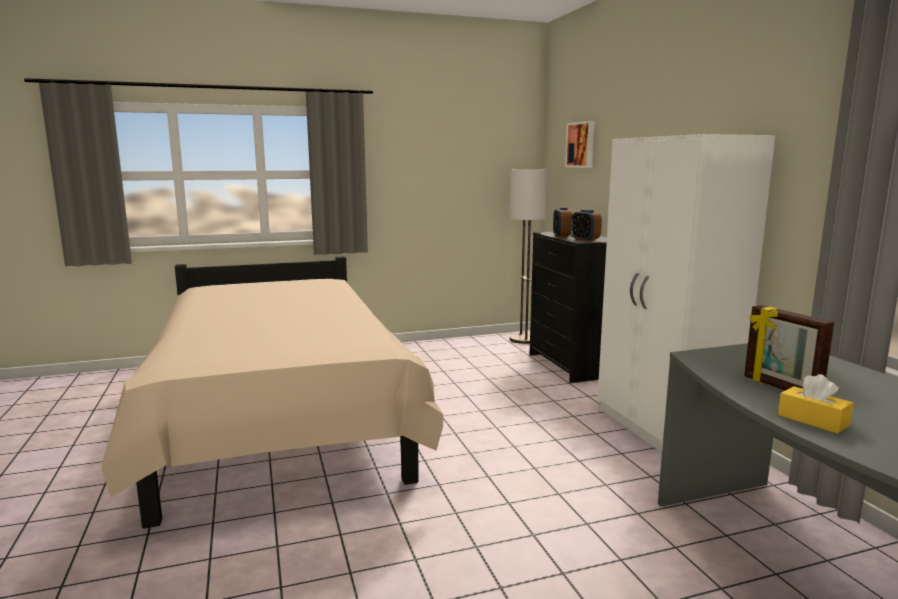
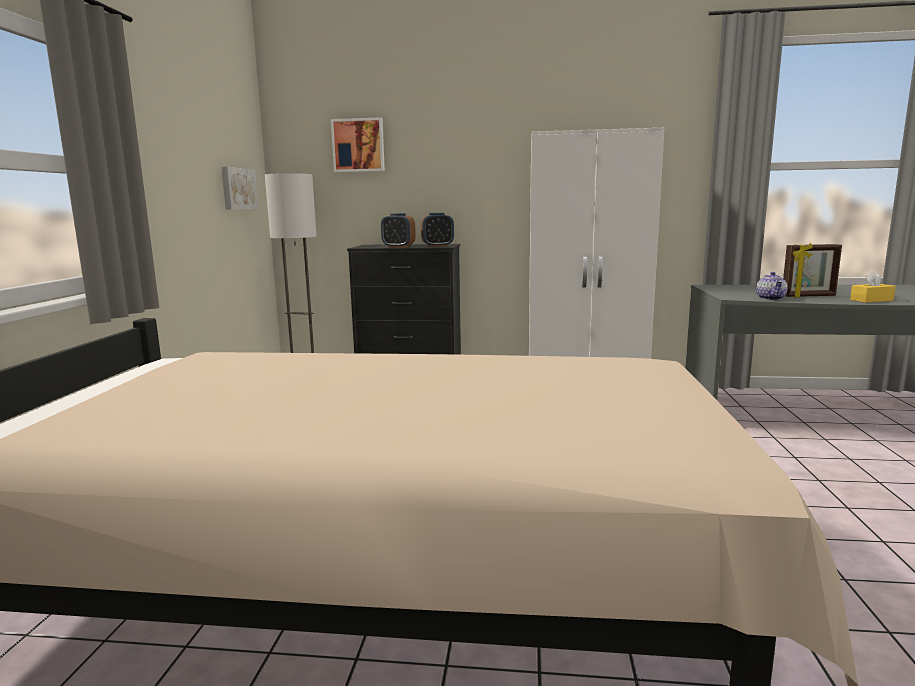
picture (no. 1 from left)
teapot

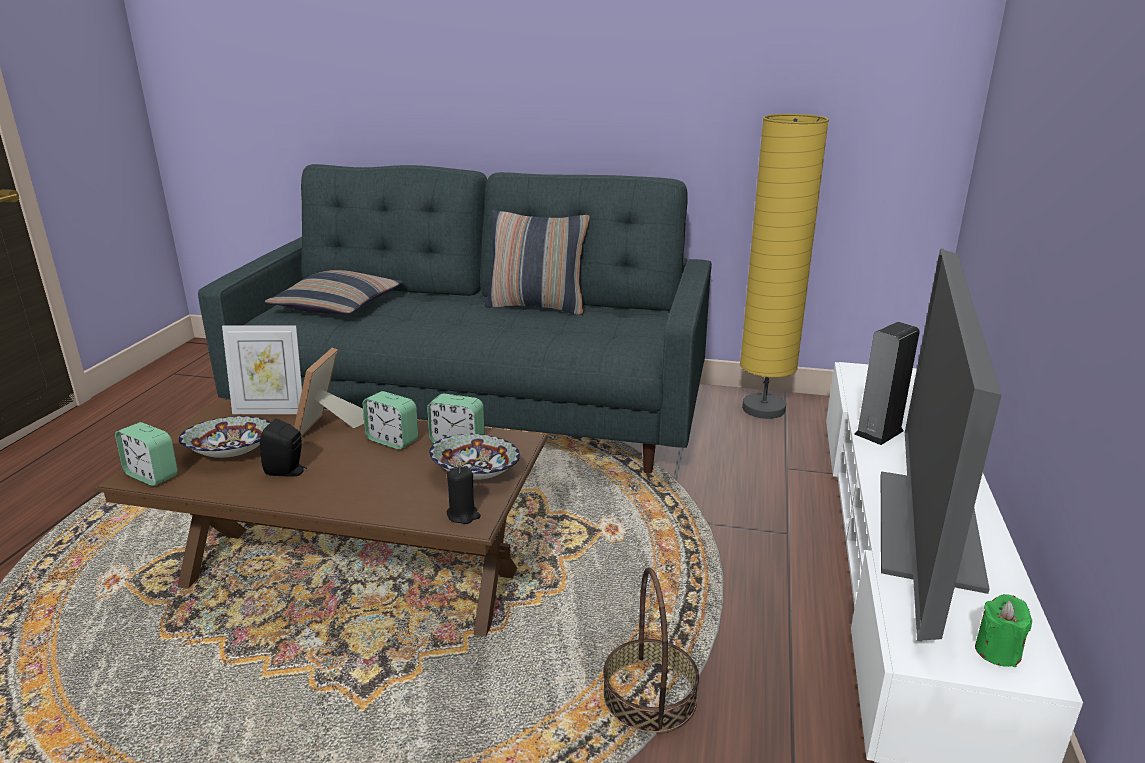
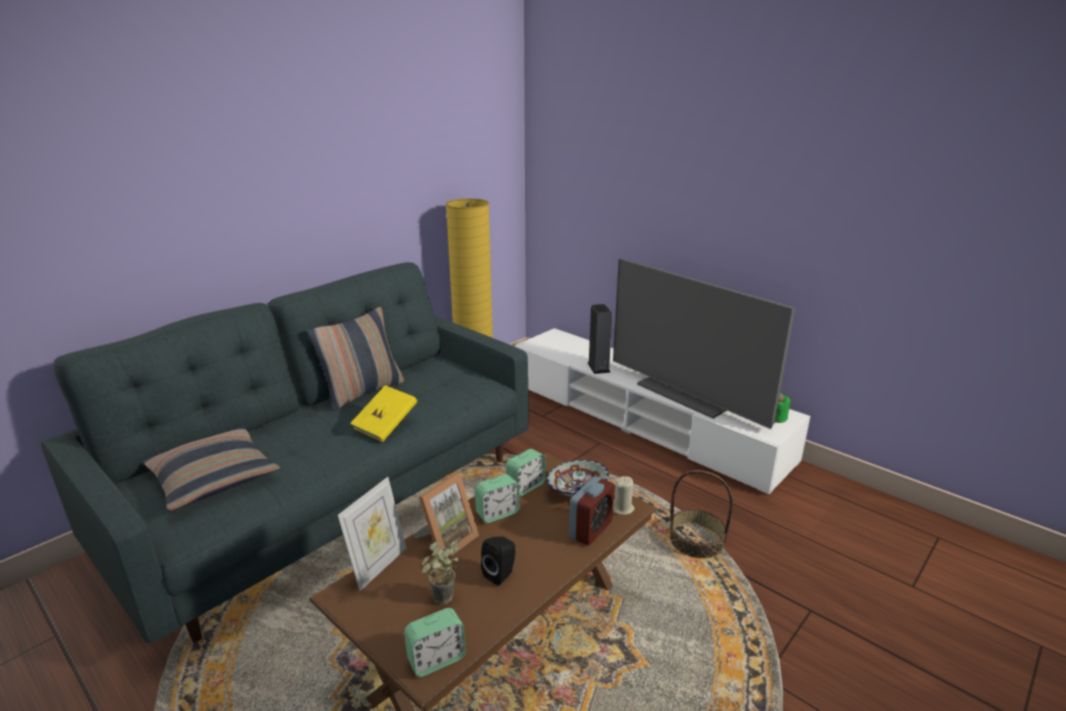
yellow book
alarm clock (no. 4 from left)
potted plant
beige candle
picture frame (no. 2 from left)

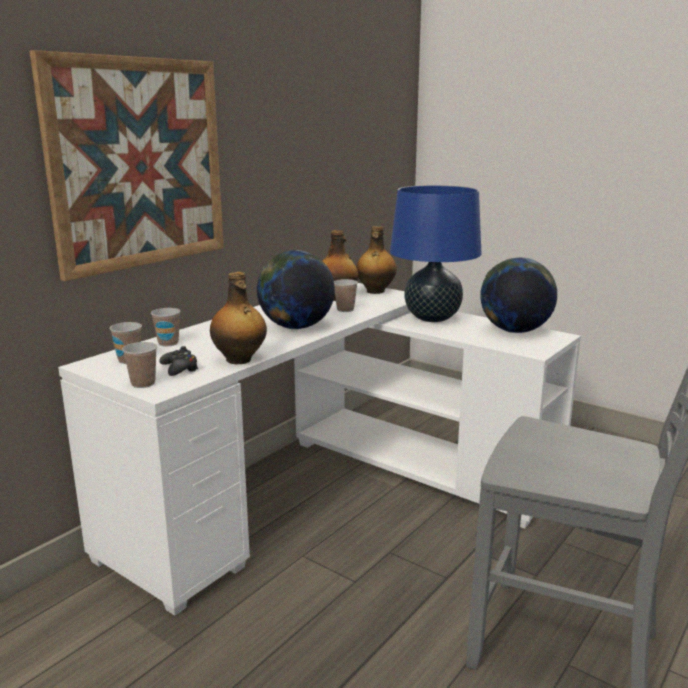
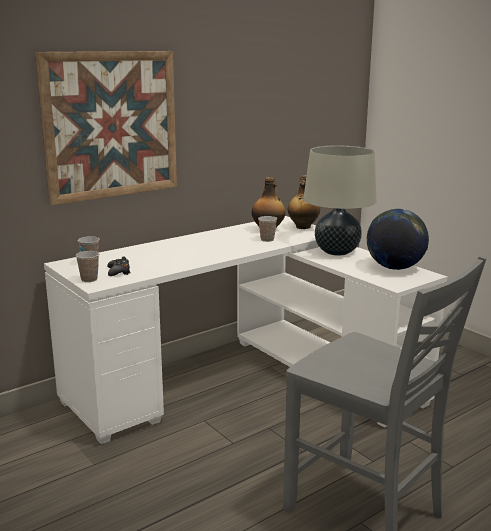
cup (no. 3 from left in the first image)
bottle (no. 1 from left in the first image)
globe (no. 1 from left in the first image)
beige table lamp

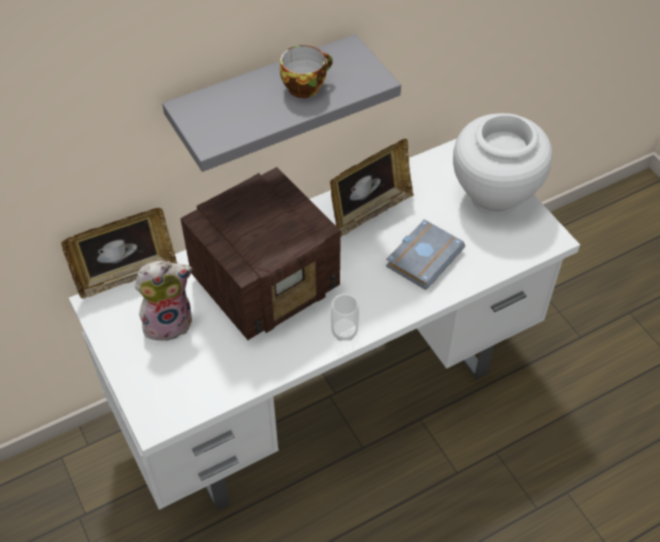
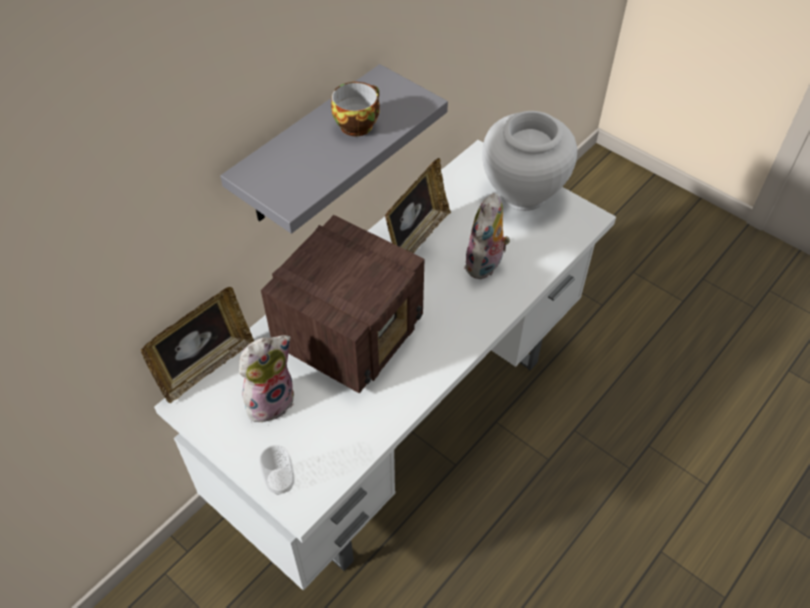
cup (no. 1 from left)
plush toy (no. 2 from left)

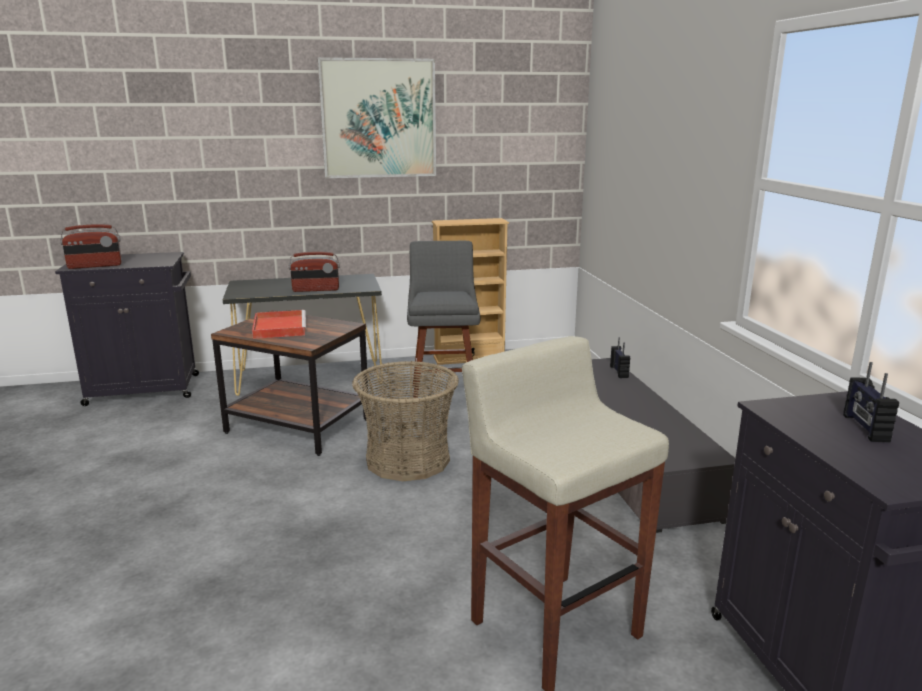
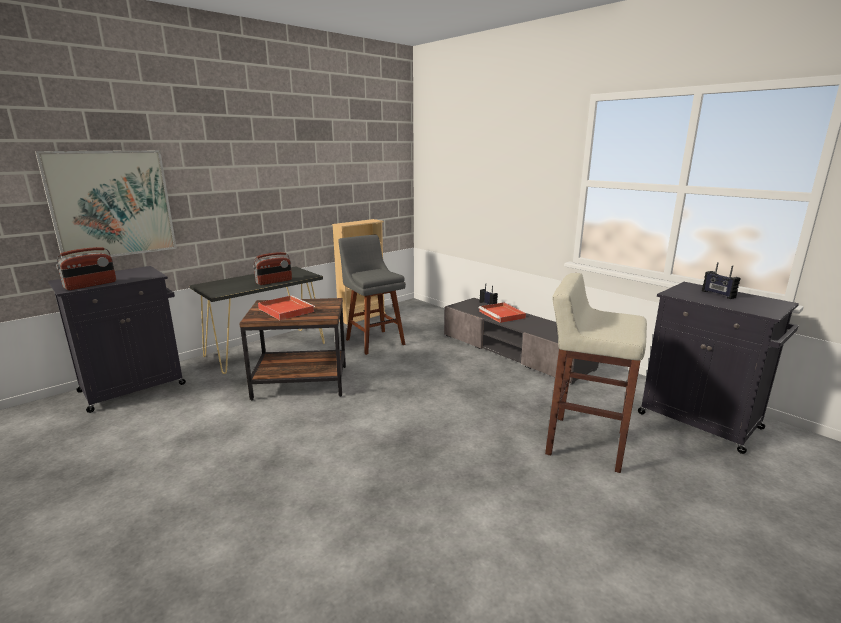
basket
red tray (no. 2 from left)
picture

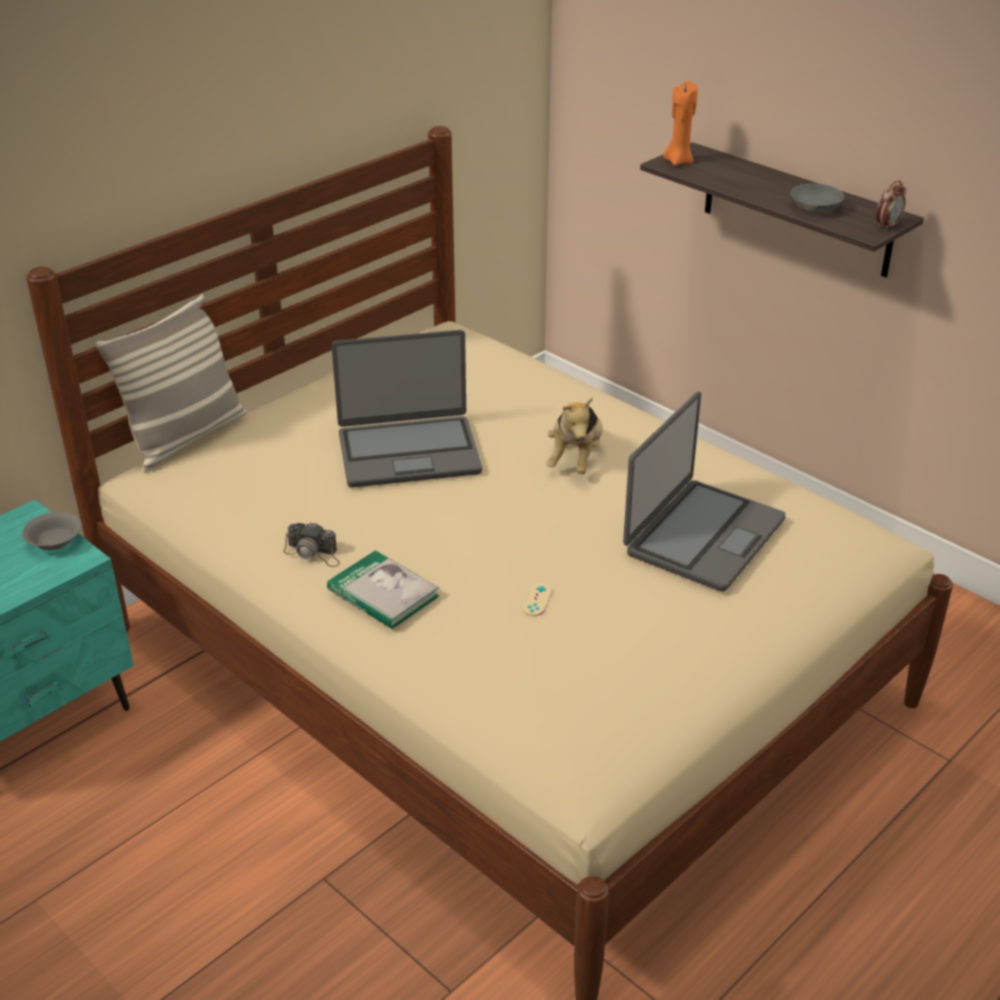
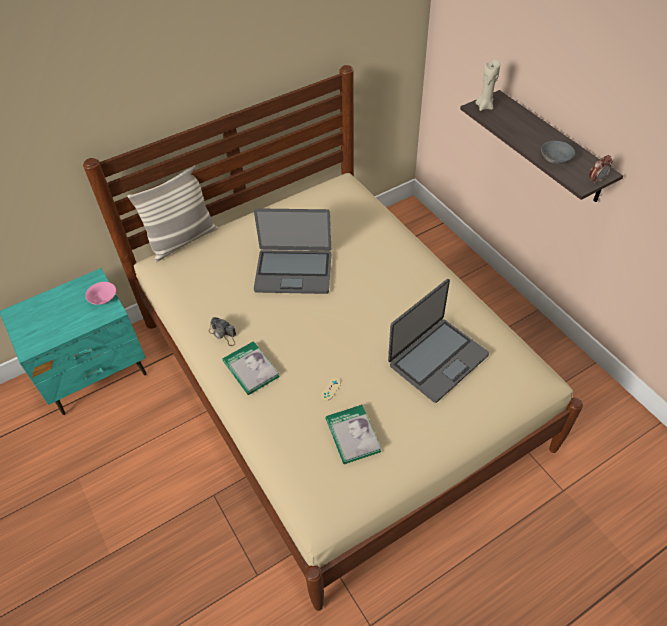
plush toy
book (no. 2 from left)
pink bowl
beige candle

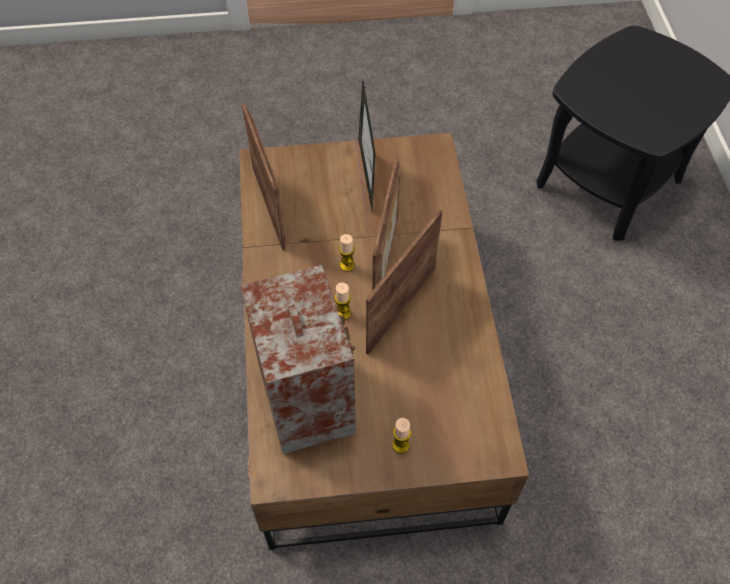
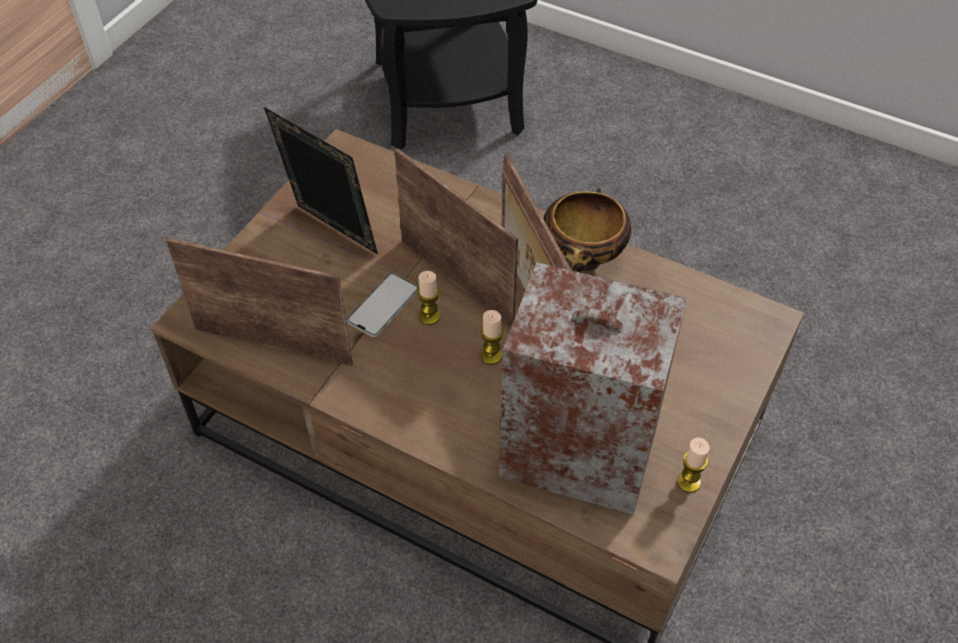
phone
bowl
candle (no. 3 from left)

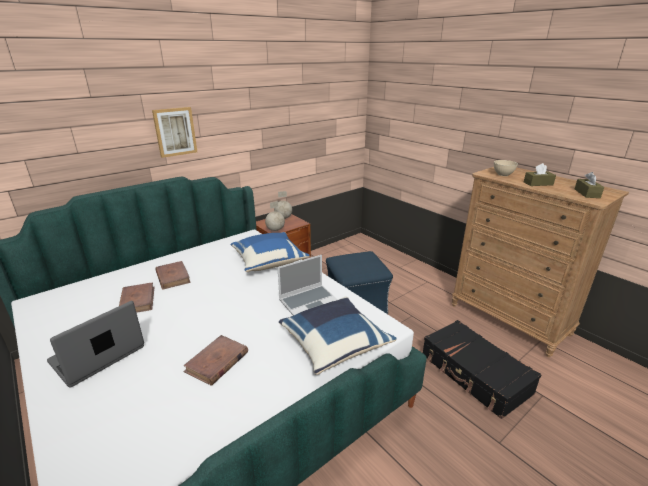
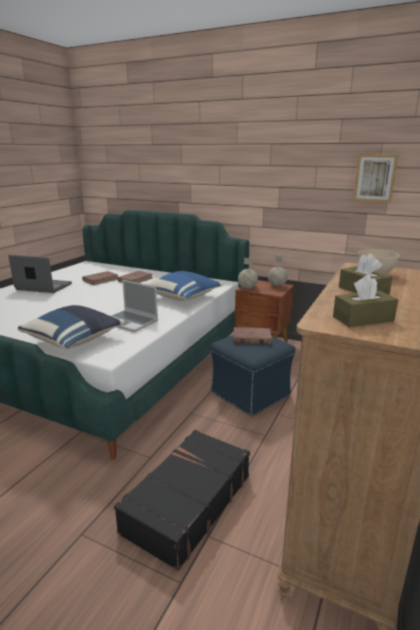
picture
brown book (no. 3 from left)

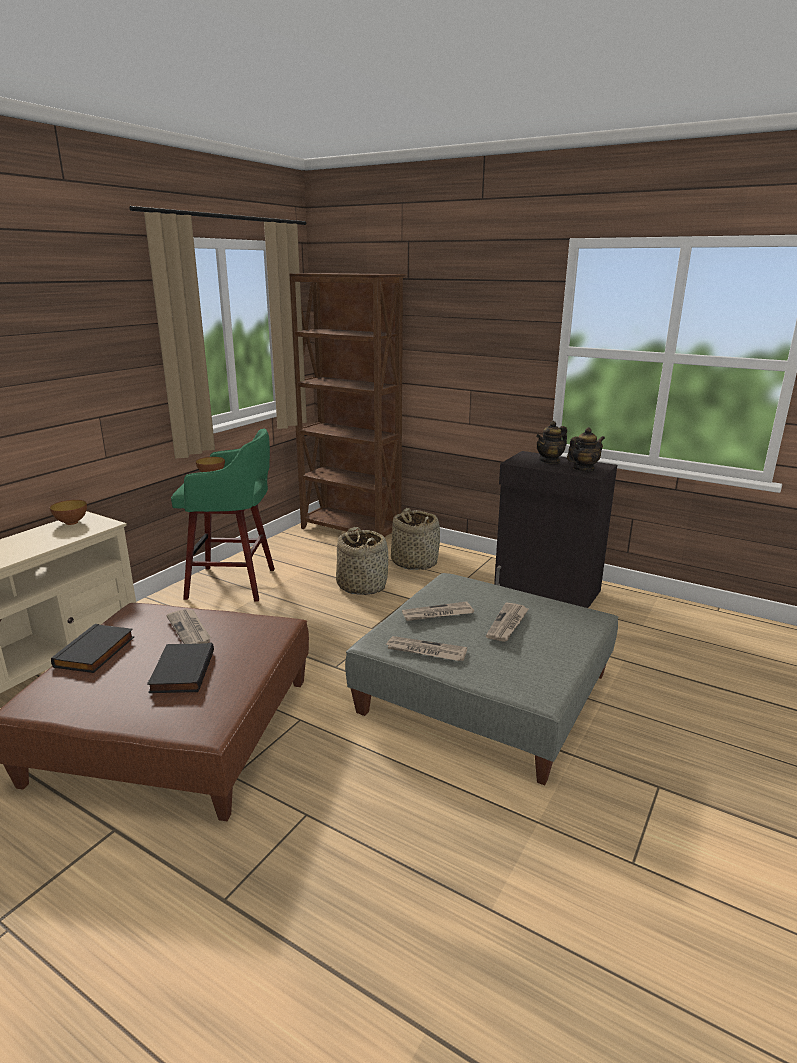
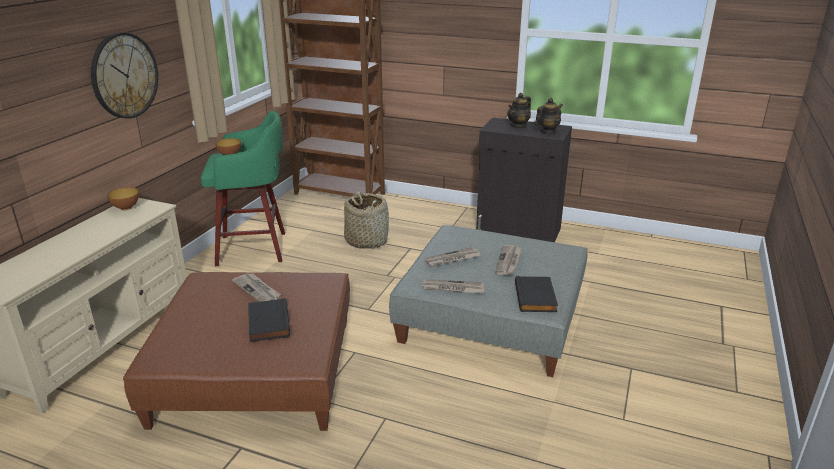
basket (no. 2 from left in the first image)
wall clock
black book (no. 2 from left)

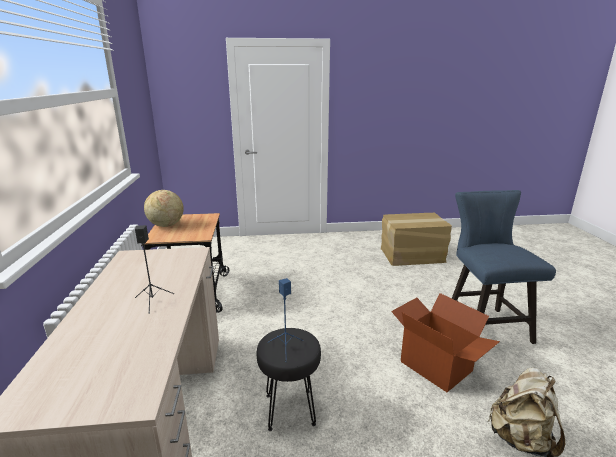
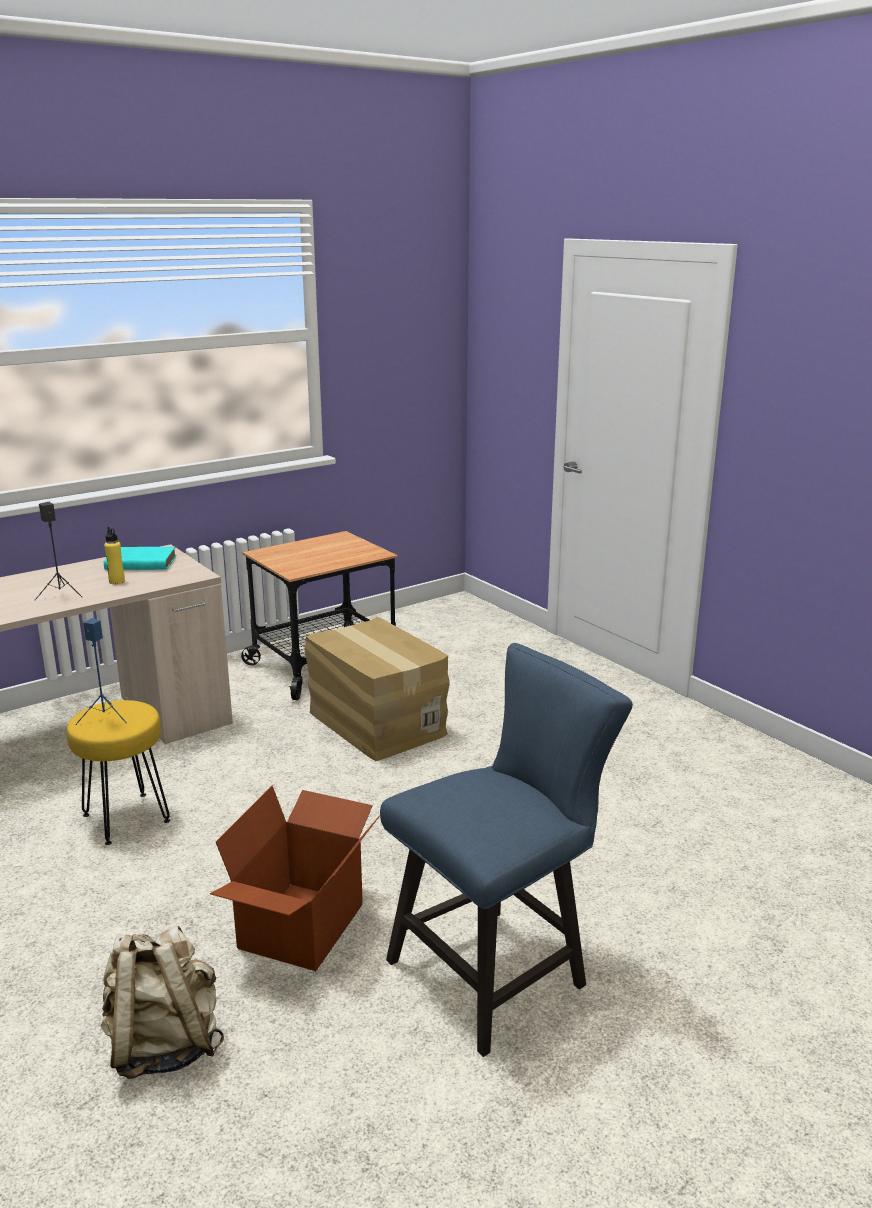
globe
yellow bottle
turquoise book
cardboard box (no. 2 from left)
yellow stool

